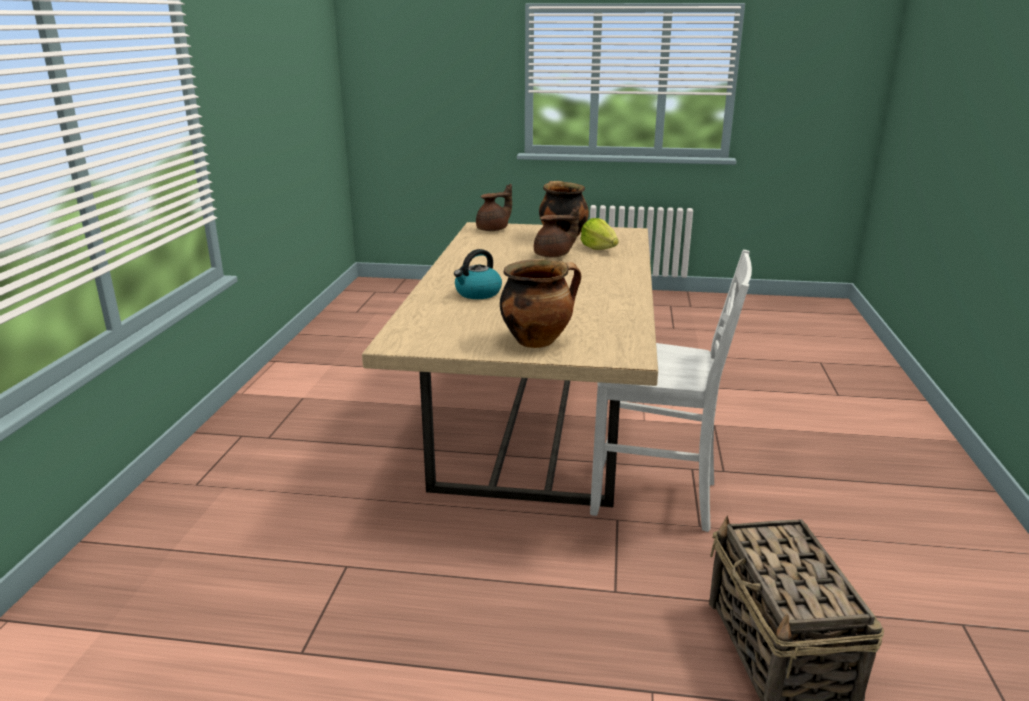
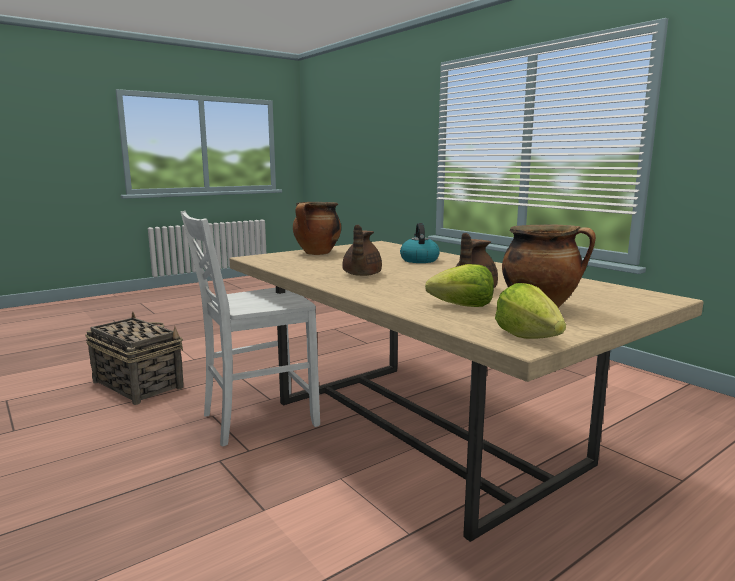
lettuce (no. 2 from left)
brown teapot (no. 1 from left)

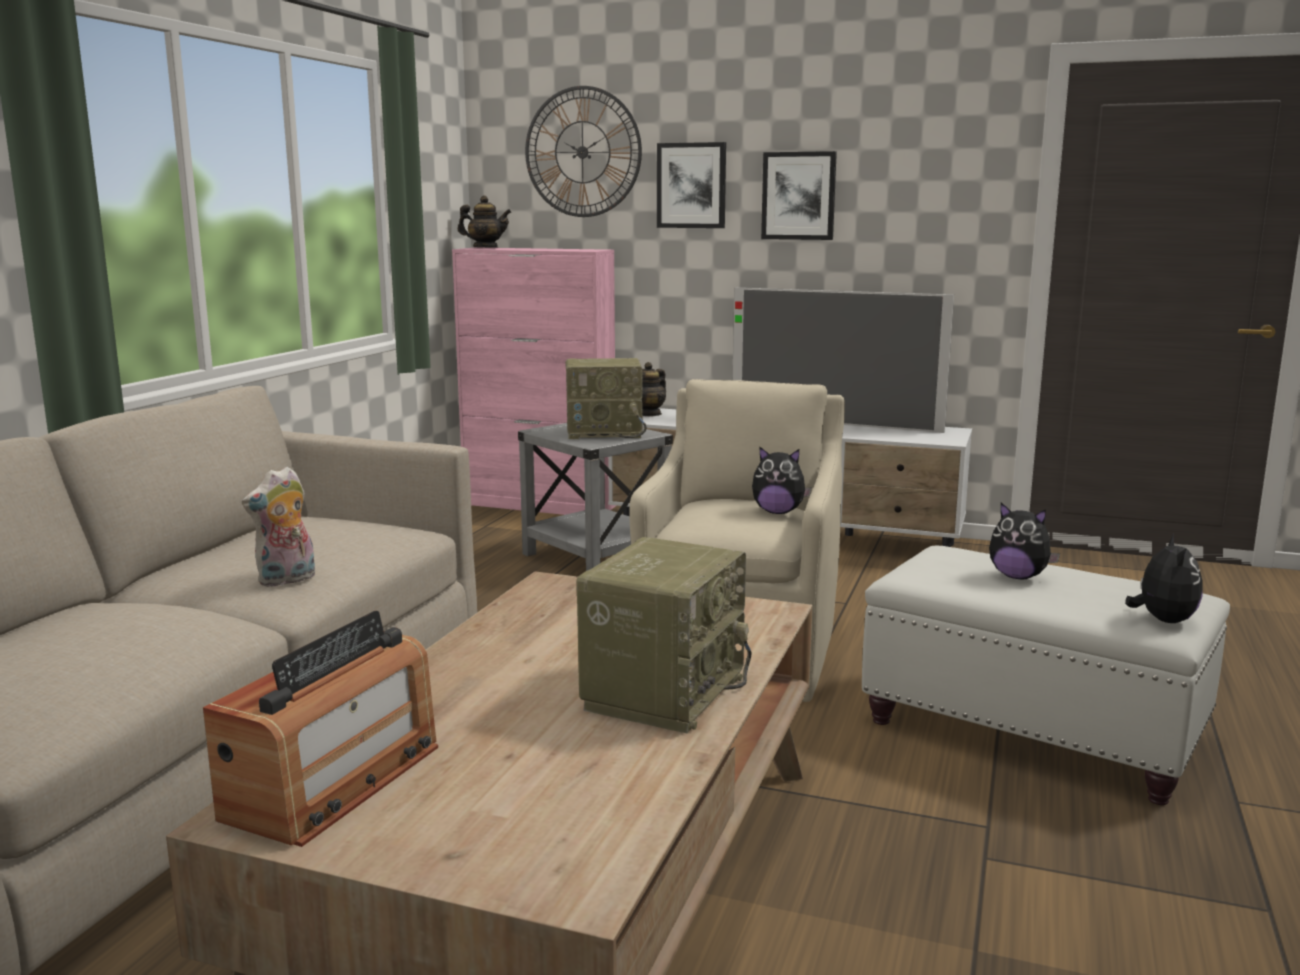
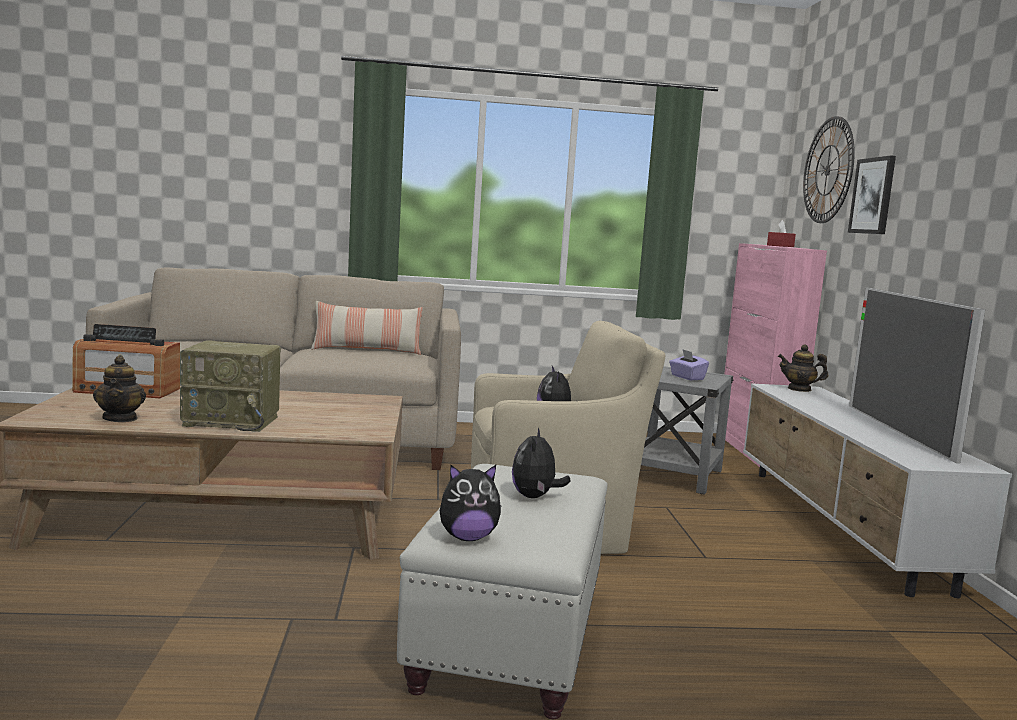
plush toy (no. 1 from left in the first image)
picture (no. 2 from left in the first image)
pillow
red tissue box
teapot (no. 1 from left)
purple tissue box

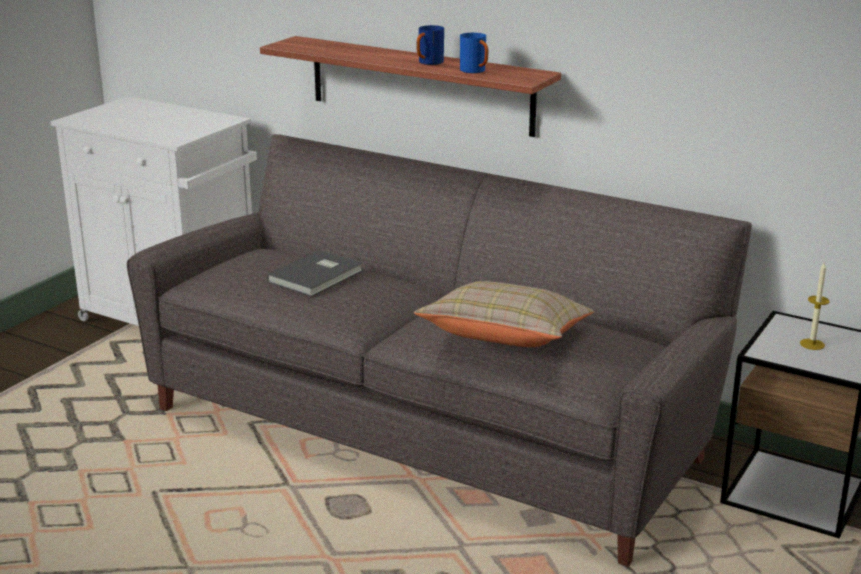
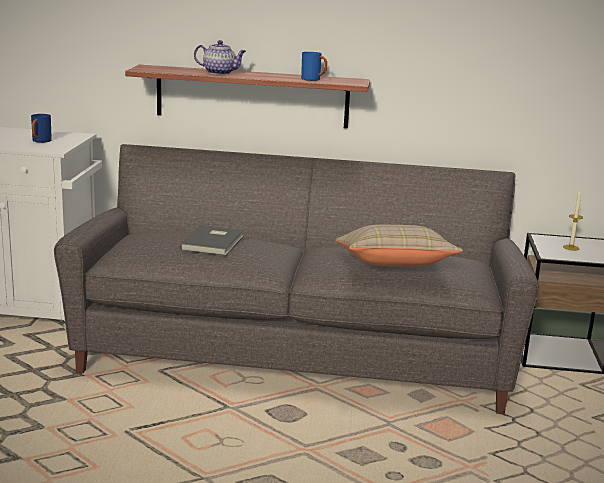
teapot
blue mug (no. 1 from left)

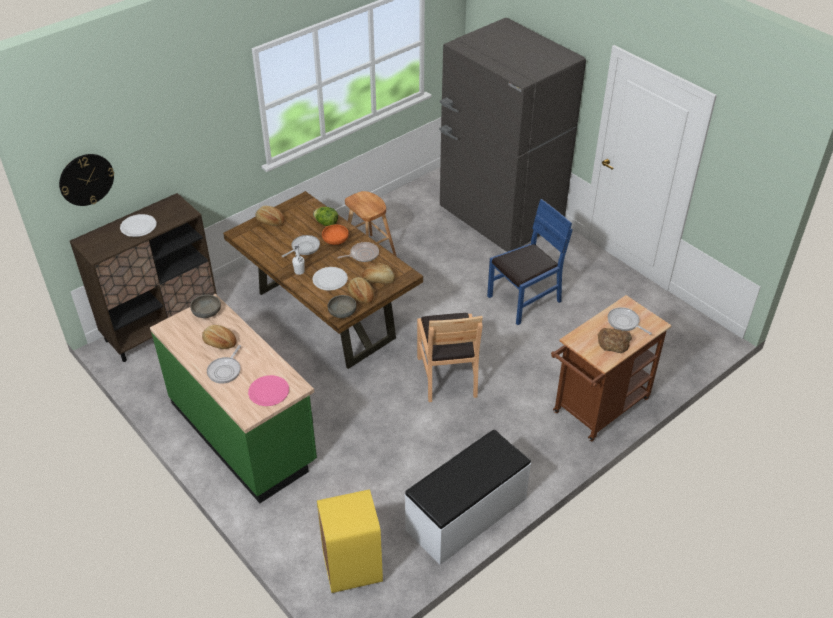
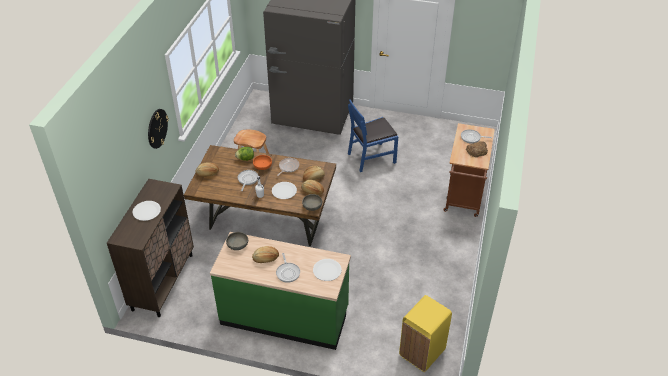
white bench
brown chair
wall clock
white plate (no. 3 from left)
blue chair

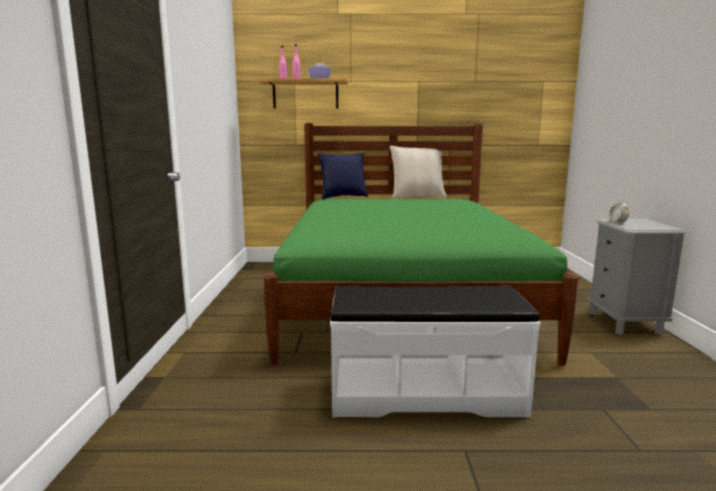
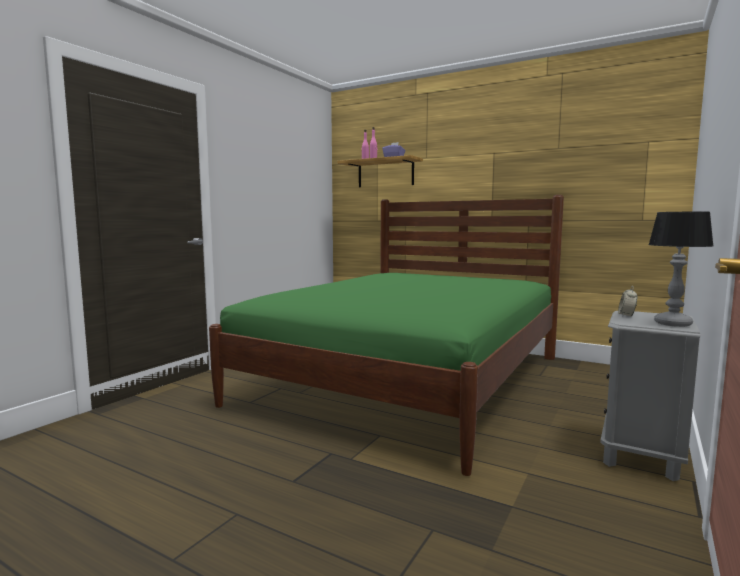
blue pillow
white bench
beige pillow
table lamp

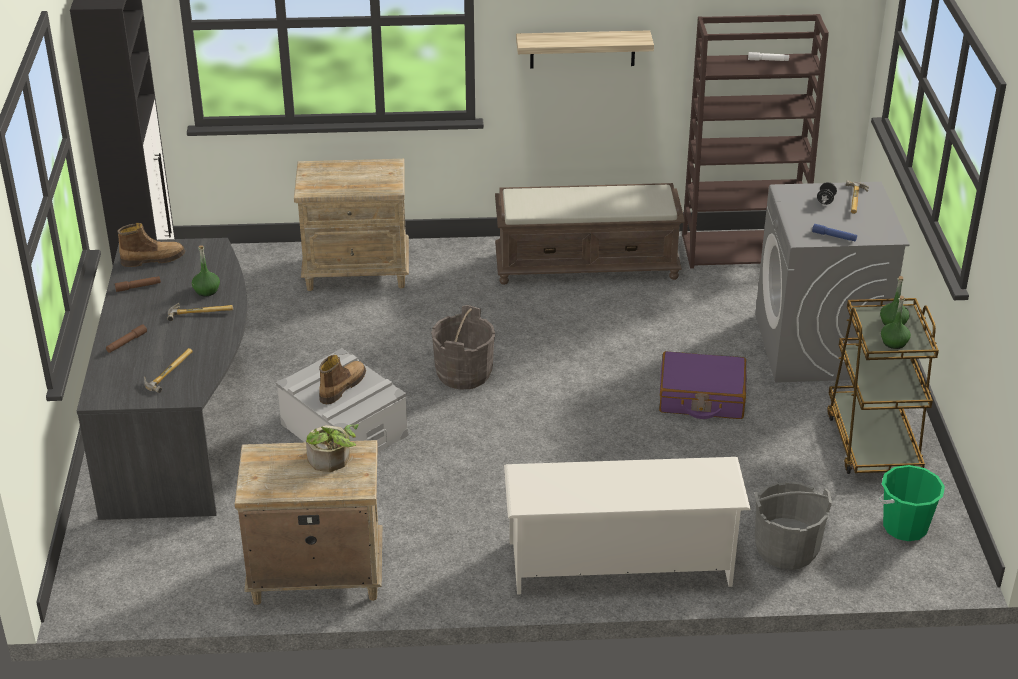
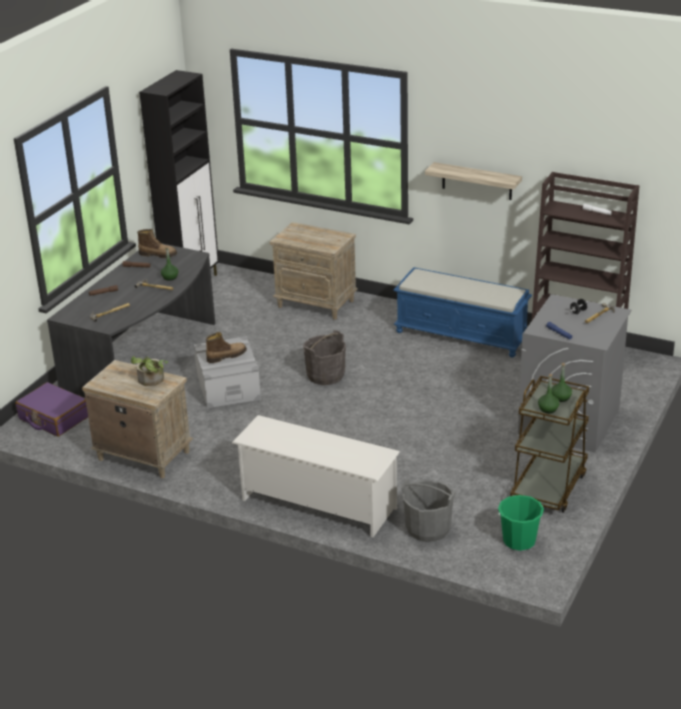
purple suitcase
blue bench

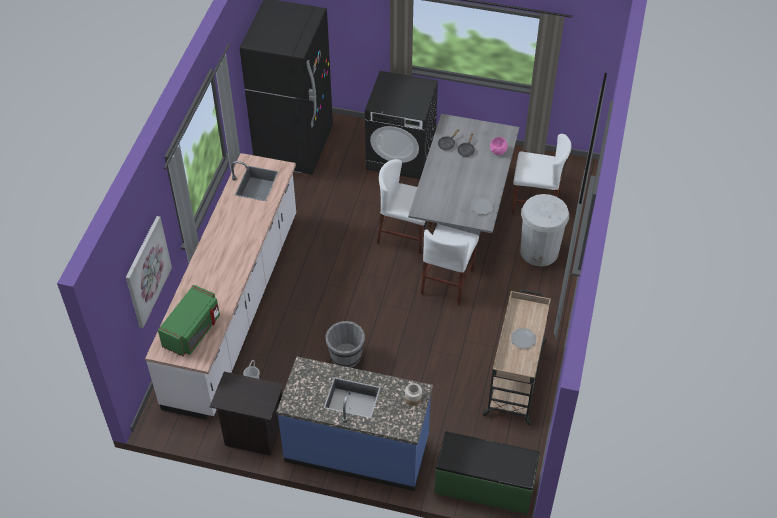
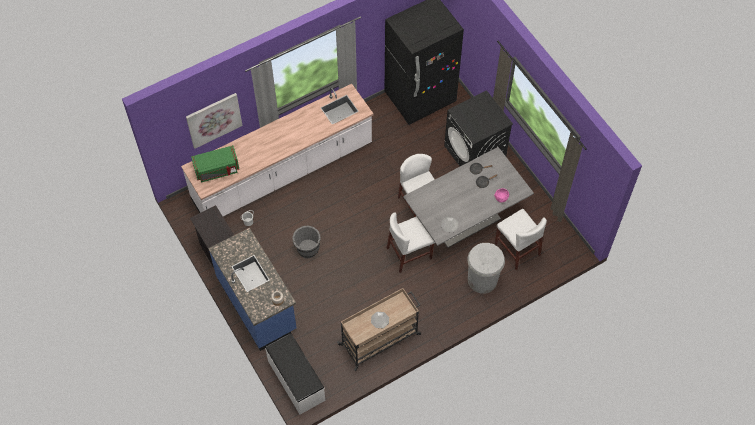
white bench

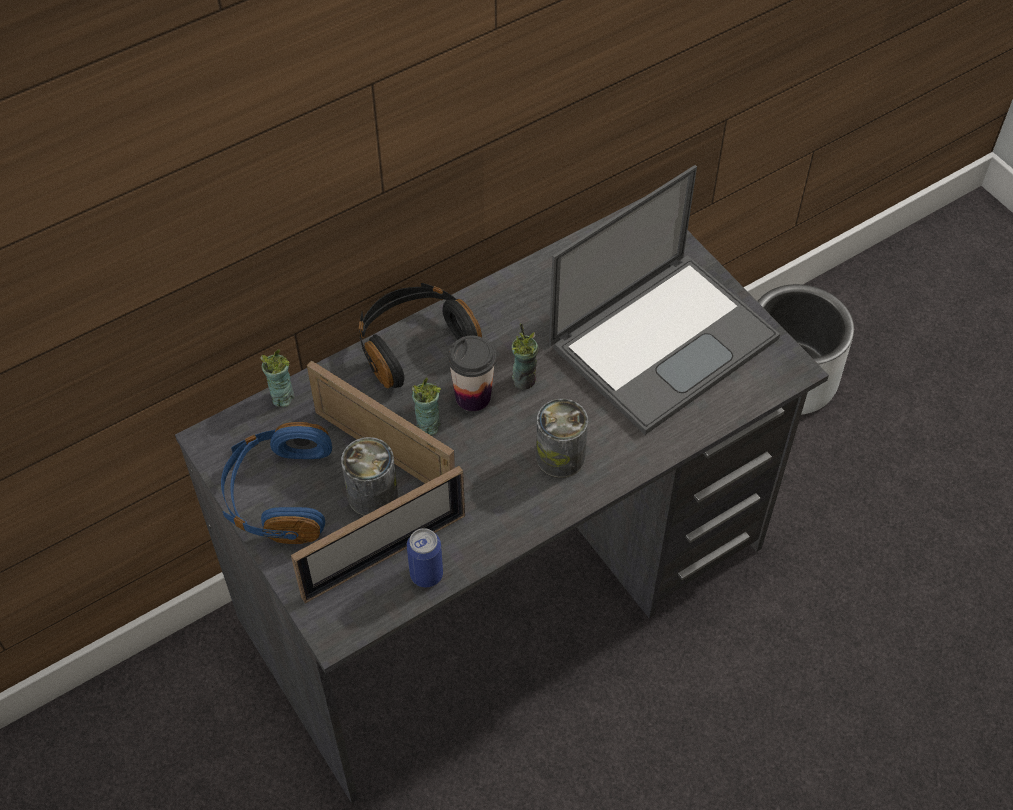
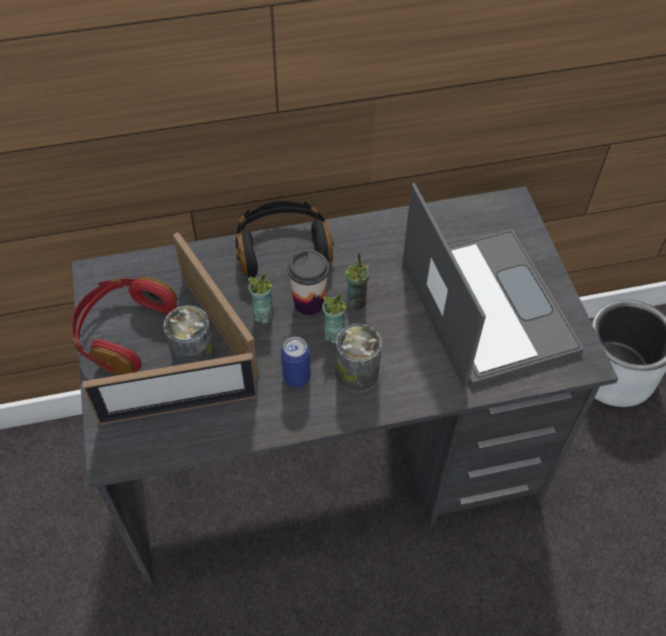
cup (no. 3 from left)
can (no. 2 from left)
red headphones
laptop

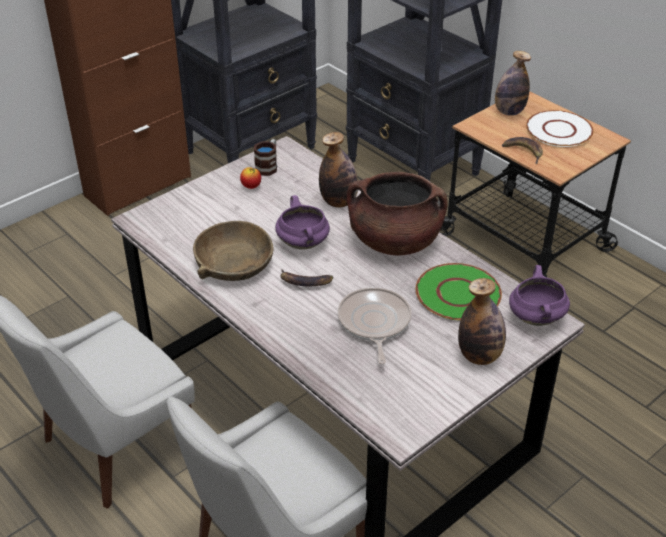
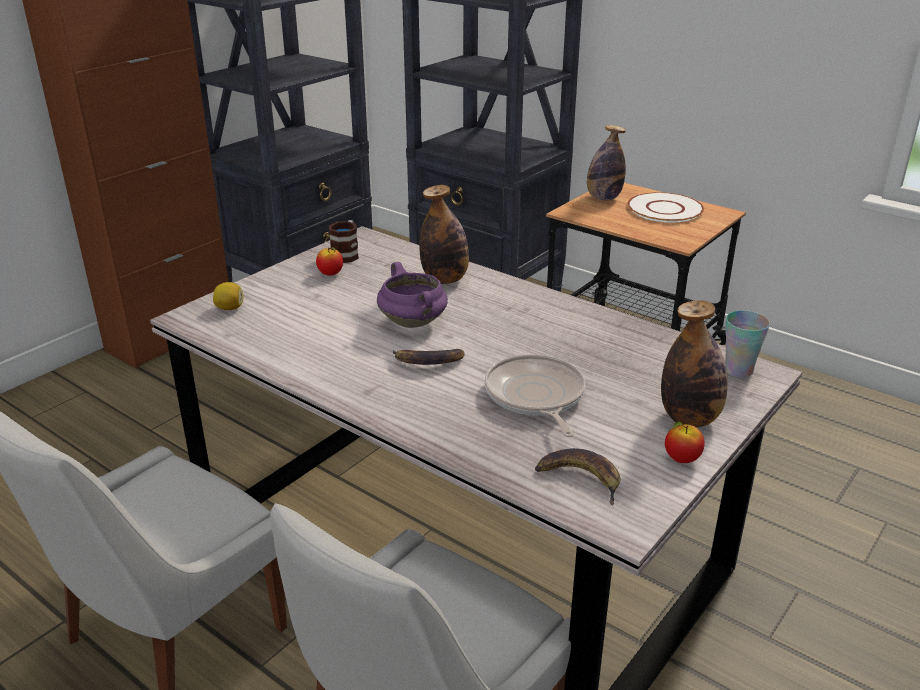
brown bowl
brown cooking pot
green plate
lemon
apple (no. 2 from left)
banana (no. 2 from left)
cup

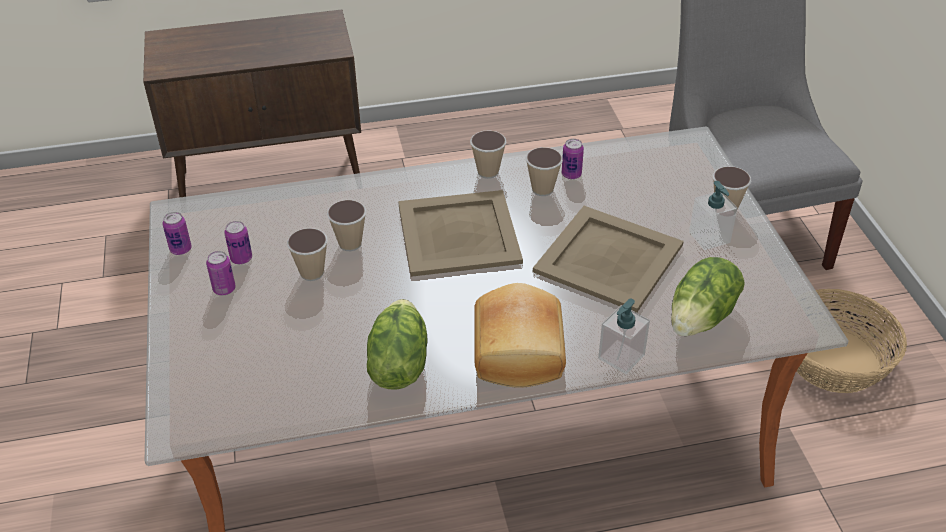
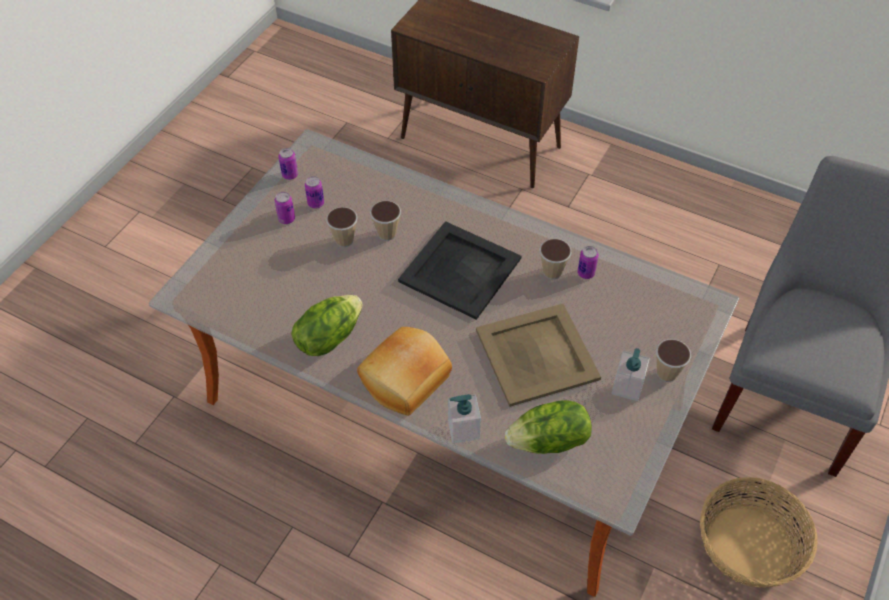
cup (no. 3 from left in the first image)
black tray

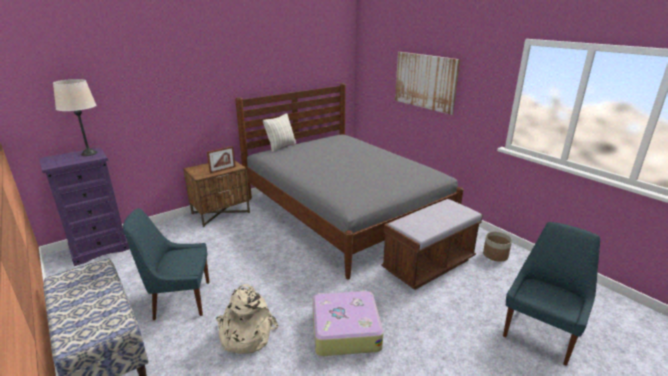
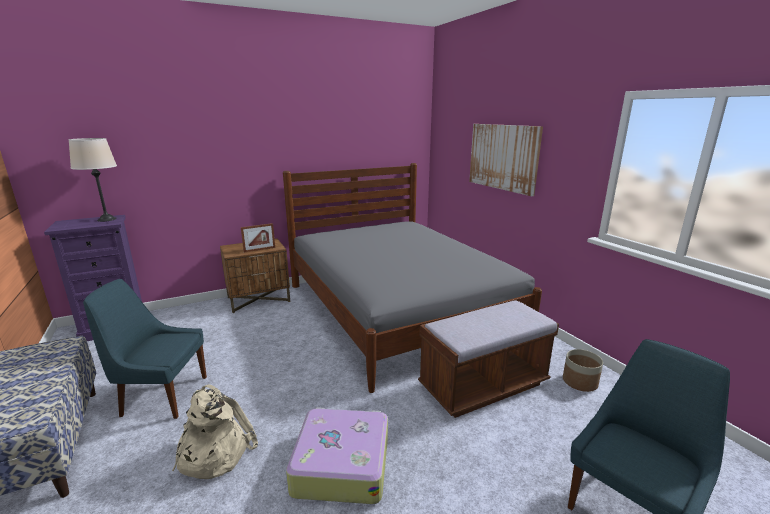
pillow

